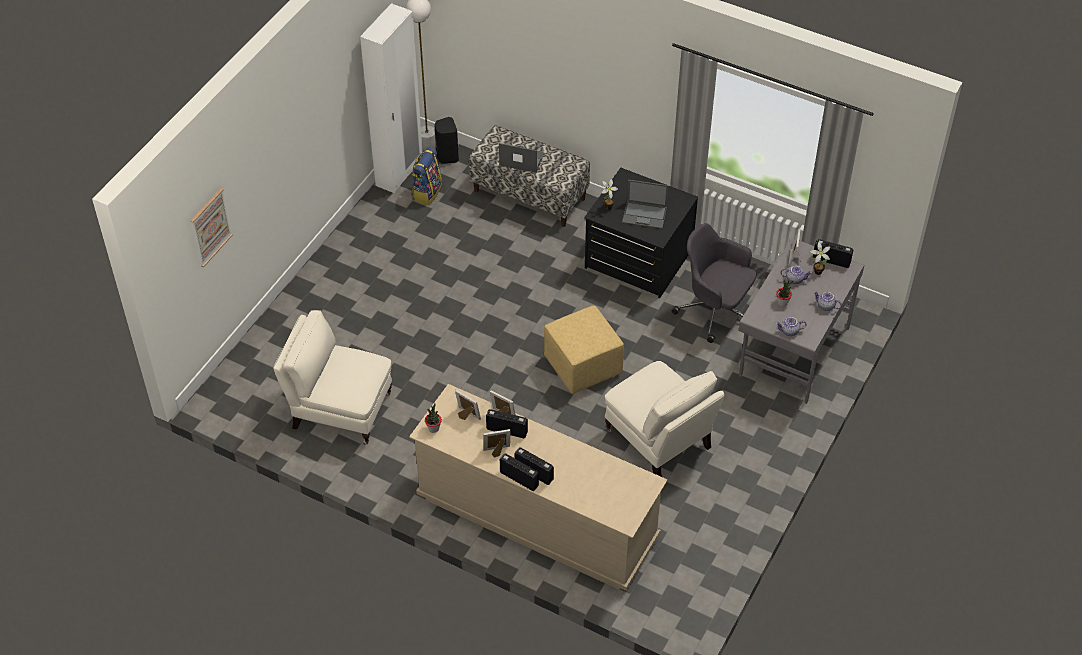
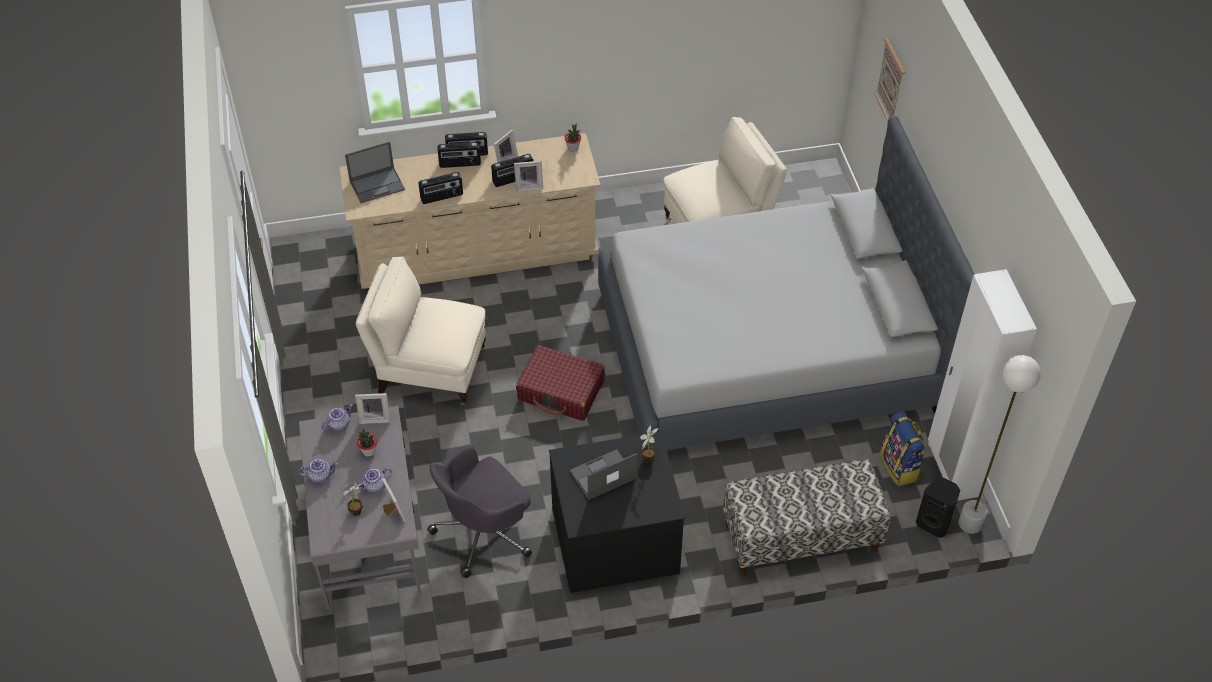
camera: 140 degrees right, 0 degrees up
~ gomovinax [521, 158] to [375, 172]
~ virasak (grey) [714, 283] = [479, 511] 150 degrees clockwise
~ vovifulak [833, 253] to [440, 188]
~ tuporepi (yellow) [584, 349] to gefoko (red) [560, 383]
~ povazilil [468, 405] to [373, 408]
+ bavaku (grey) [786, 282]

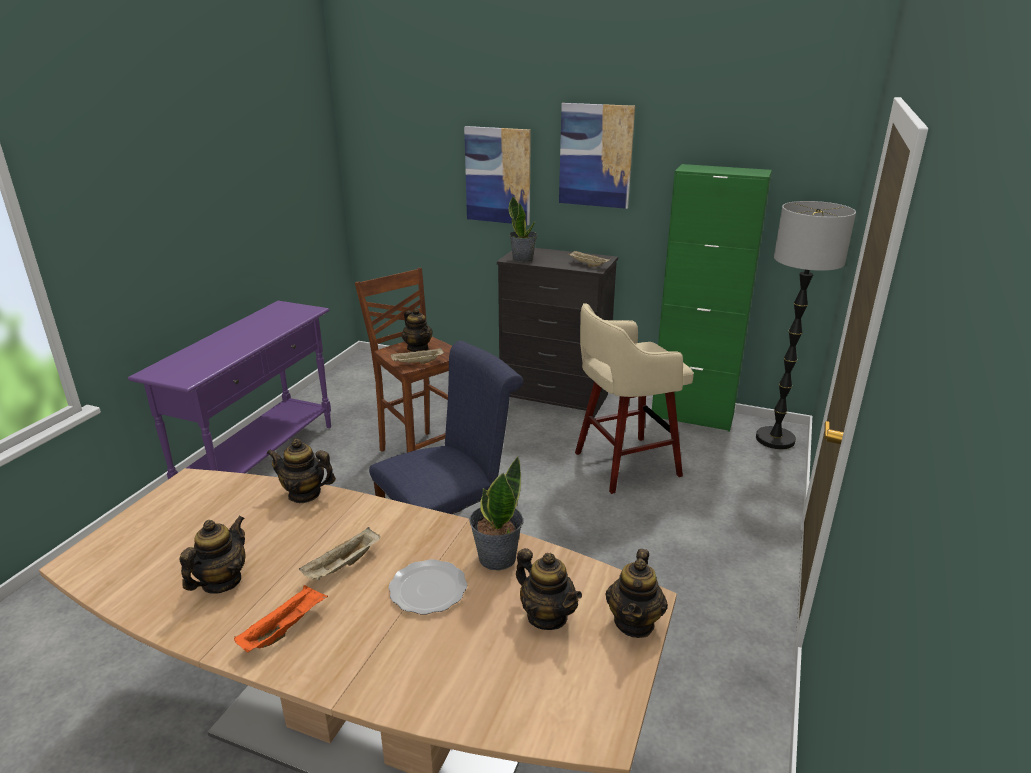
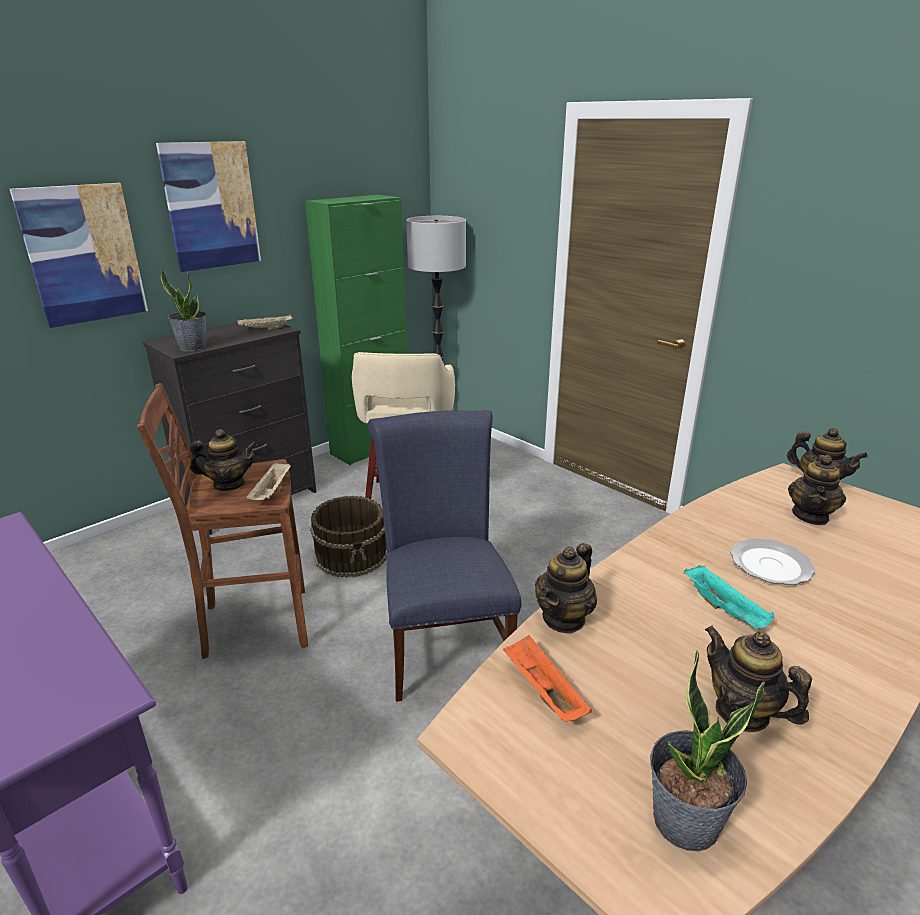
camera: 65 degrees left, 0 degrees up
~ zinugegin [496, 513] to [707, 750]
~ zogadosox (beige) [339, 553] to zogadosox (turquoise) [729, 597]
~ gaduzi [549, 589] = [817, 490] 135 degrees clockwise
~ zogadosox (orange) [281, 618] to [547, 678]
+ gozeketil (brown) [348, 537]

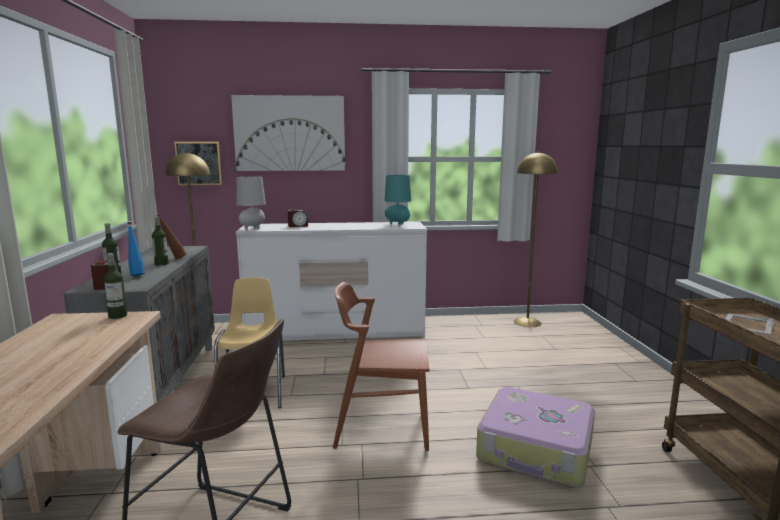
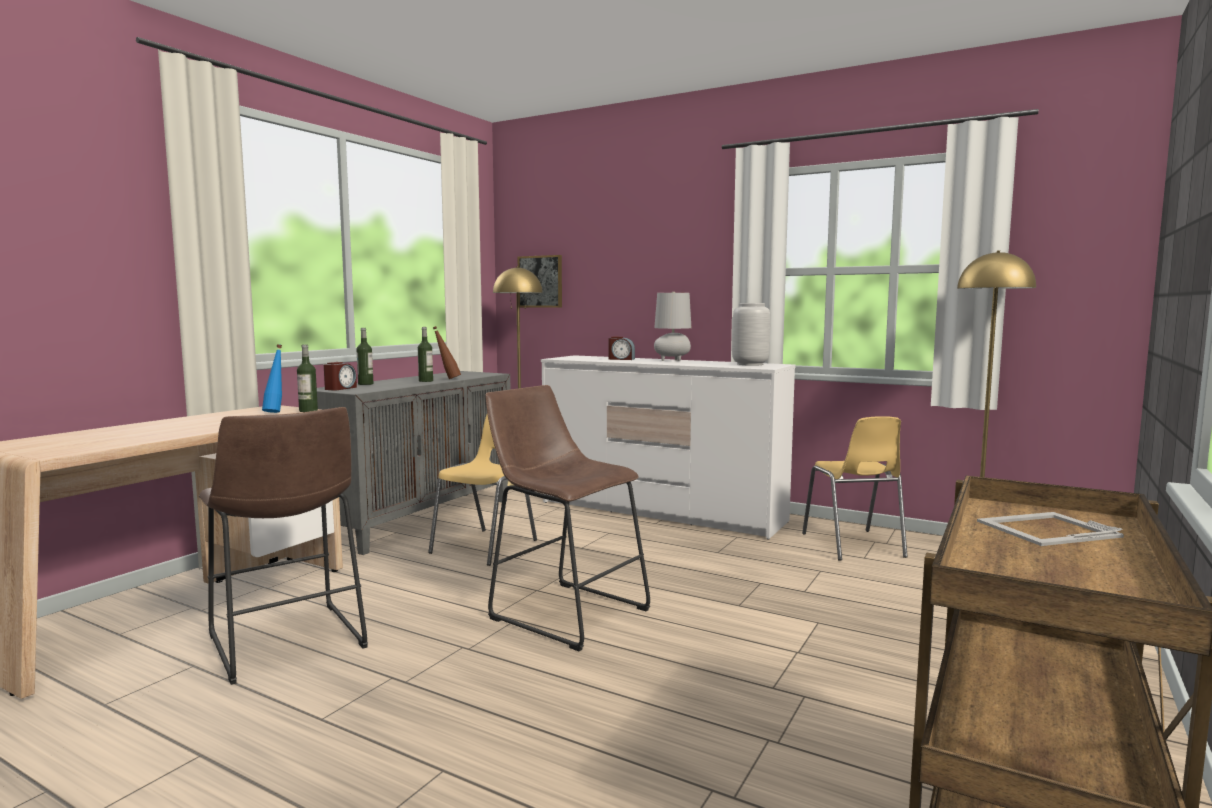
camera: 35 degrees right, 5 degrees down
- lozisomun [288, 133]
~ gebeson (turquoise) [397, 200] to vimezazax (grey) [751, 334]
~ gebeson (grey) [251, 203] to [672, 326]
~ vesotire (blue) [136, 249] to [272, 378]
~ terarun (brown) [381, 366] to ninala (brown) [567, 518]
- gefoko [535, 437]
+ terarun (yellow) [855, 488]

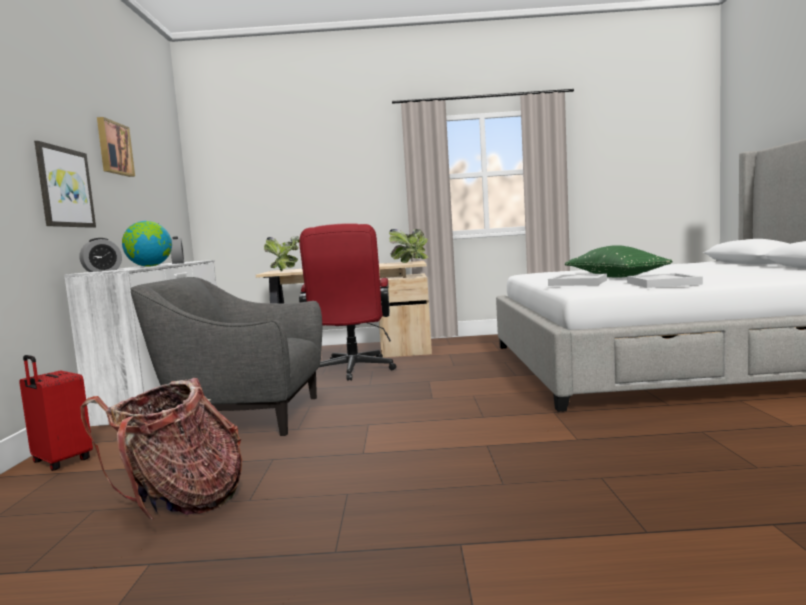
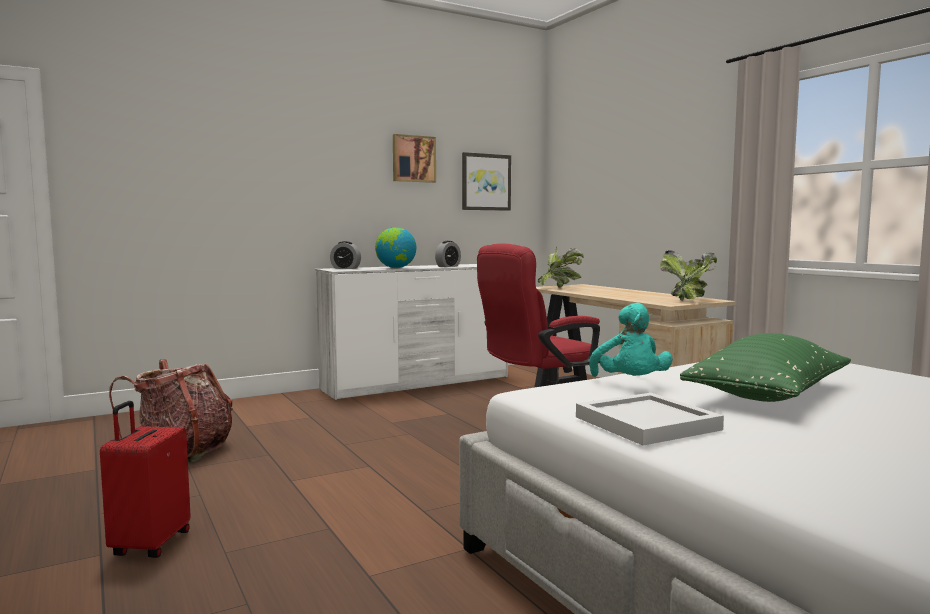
camera: 60 degrees right, 0 degrees up
~ lozisomun [65, 184] to [486, 181]
~ zogadosox (white) [577, 280] to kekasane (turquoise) [631, 340]
- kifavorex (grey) [226, 356]
~ gefoko (red) [56, 413] to [145, 479]

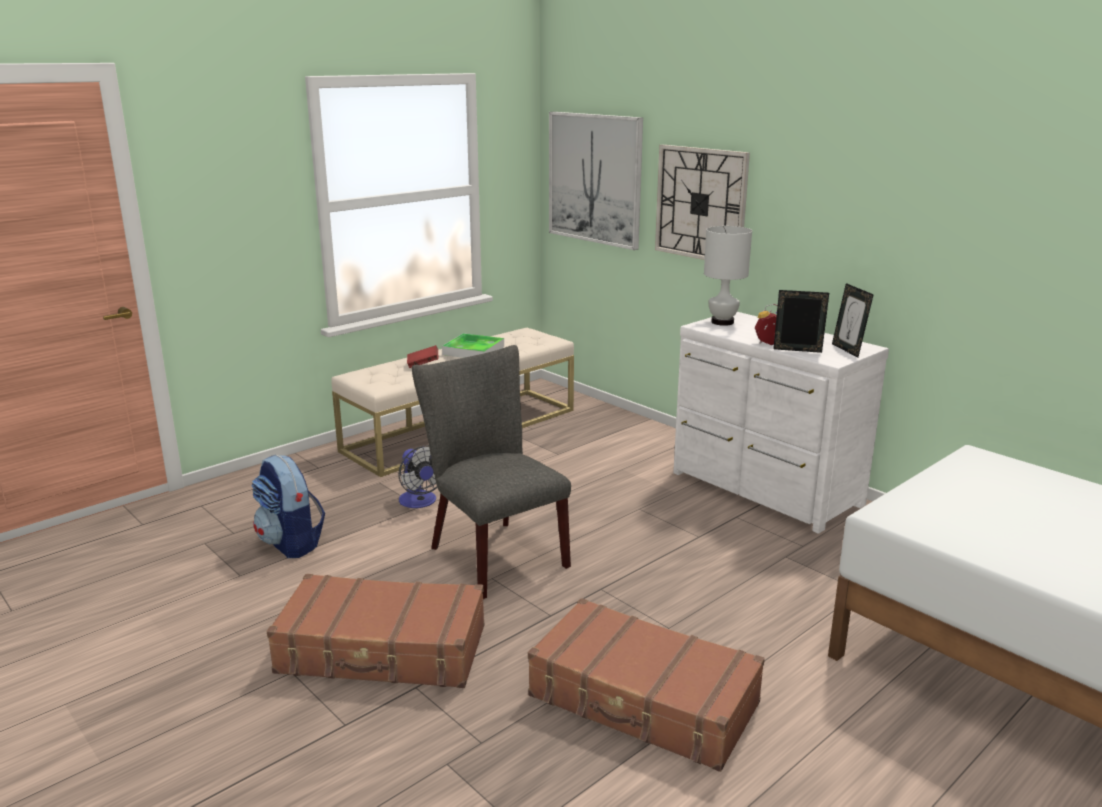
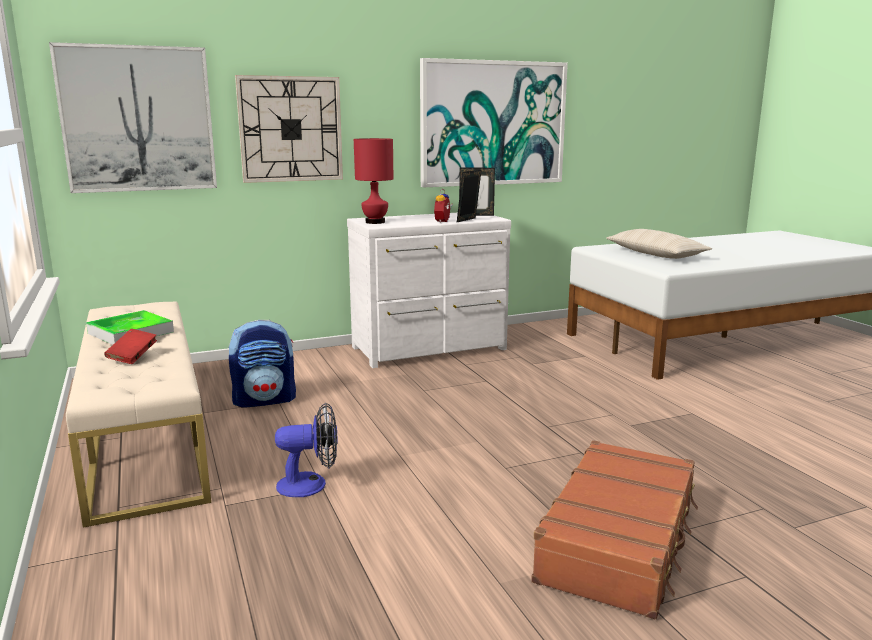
camera: 70 degrees left, 5 degrees down
~ gebeson (white) [728, 276] to gebeson (red) [373, 181]
- terarun (grey) [491, 472]
~ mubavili [288, 506] to [262, 364]
- gefoko (brown) [646, 685]
+ lozisomun [494, 122]
+ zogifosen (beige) [659, 244]

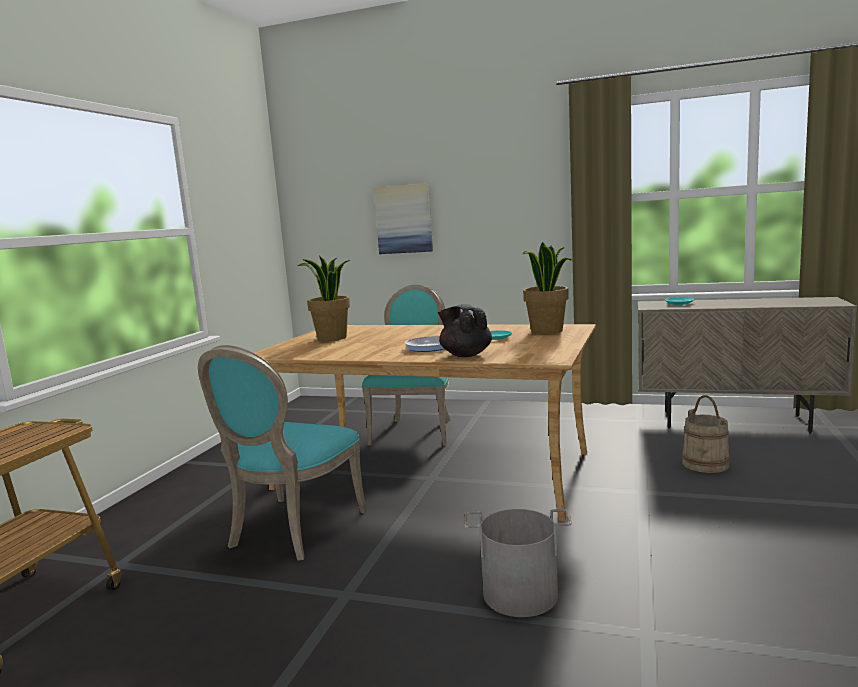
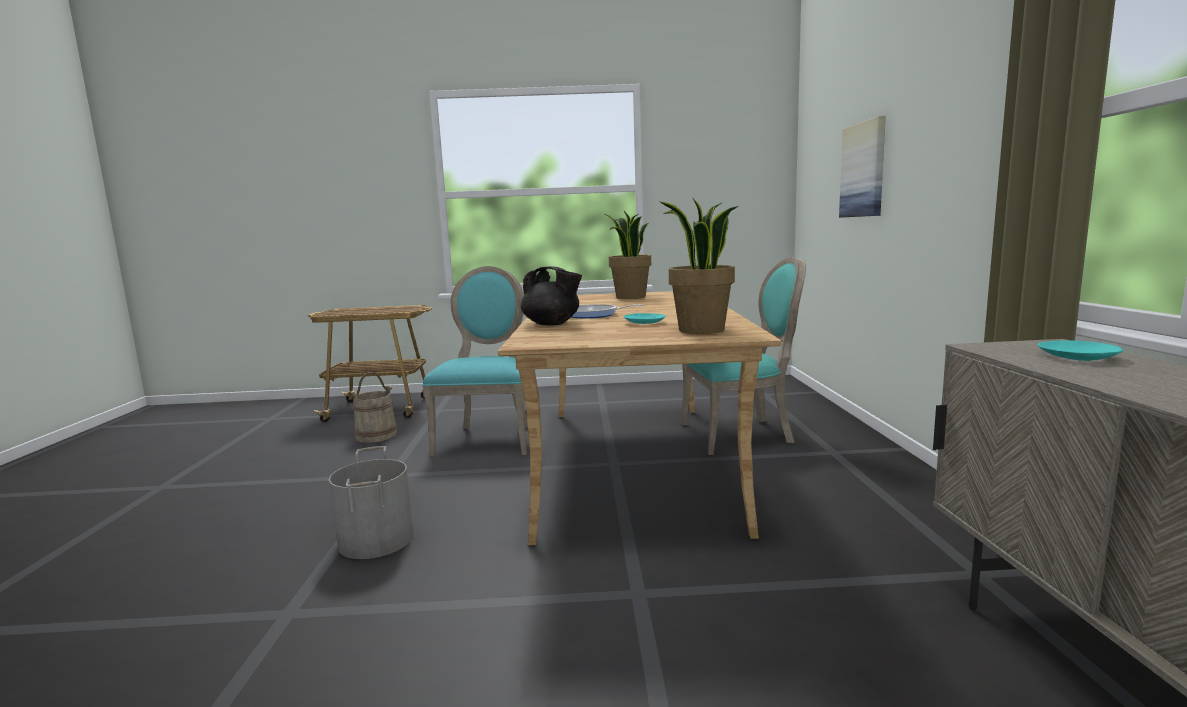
camera: 70 degrees right, 0 degrees up
~ gaduzi (black) [465, 330] = [551, 296] 90 degrees clockwise
~ terarun (turquoise) [282, 453] = [475, 361] 90 degrees clockwise
~ gozeketil (beige) [706, 434] to [373, 407]

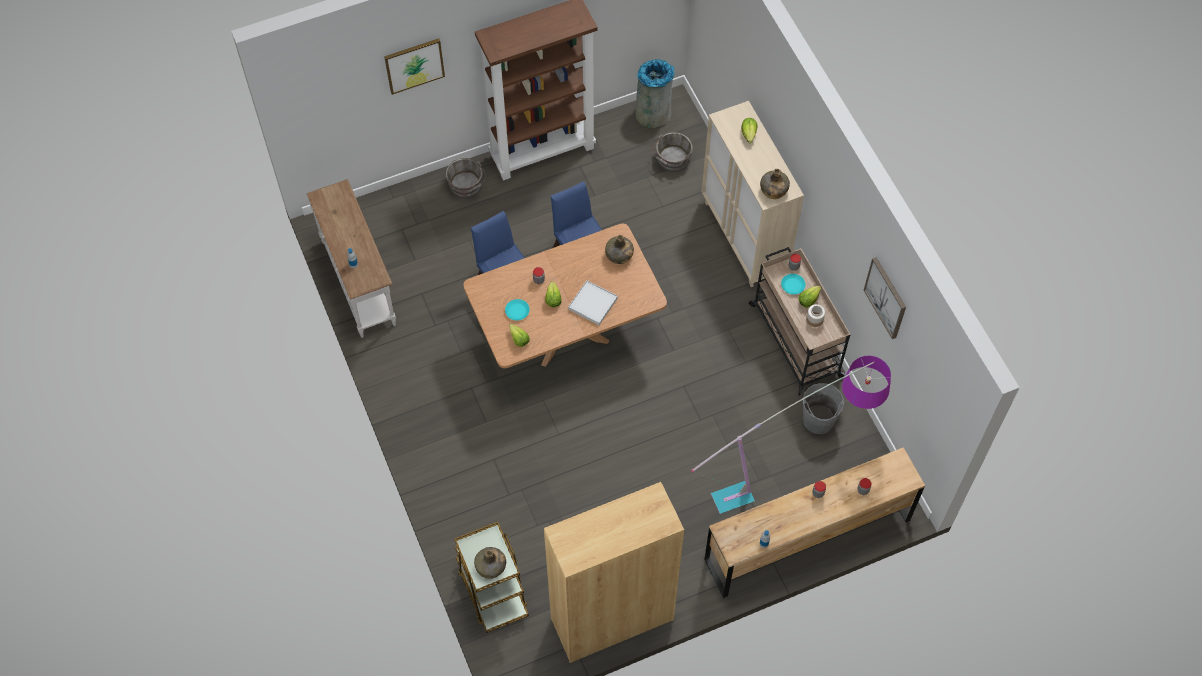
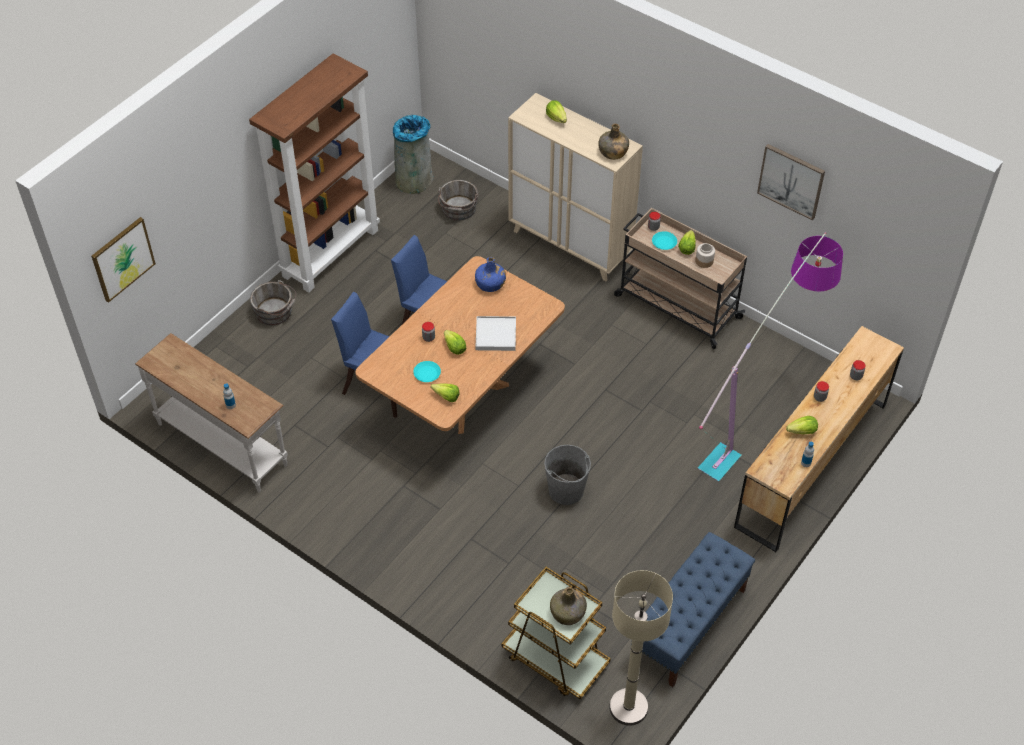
camera: 30 degrees left, 10 degrees down
~ lozisomun [414, 66] to [123, 260]
~ vesotire (green) [619, 249] to vesotire (blue) [490, 274]
~ gozeketil (grey) [823, 408] to [567, 475]
~ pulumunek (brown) [614, 572] to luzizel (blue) [693, 609]
+ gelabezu [802, 425]
+ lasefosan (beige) [641, 648]

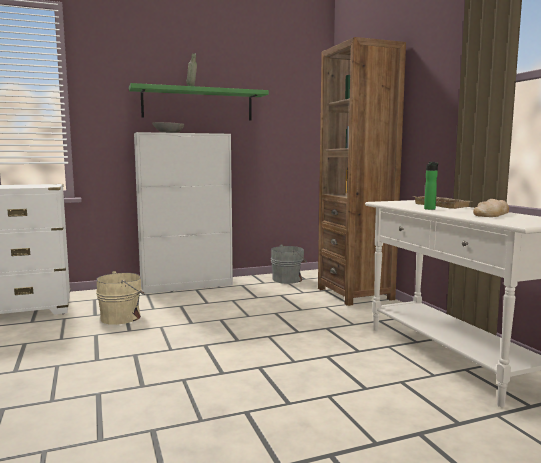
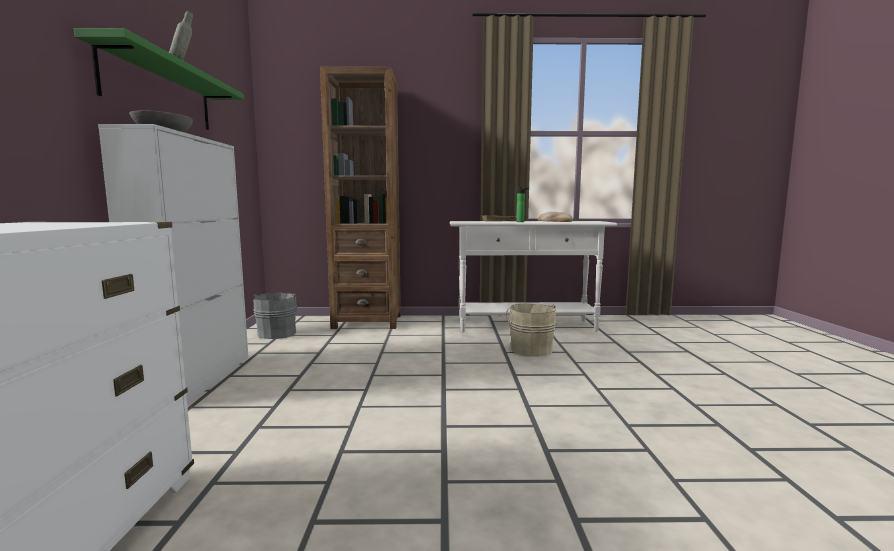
camera: 70 degrees left, 0 degrees up
~ gozeketil (beige) [120, 298] to [531, 330]

